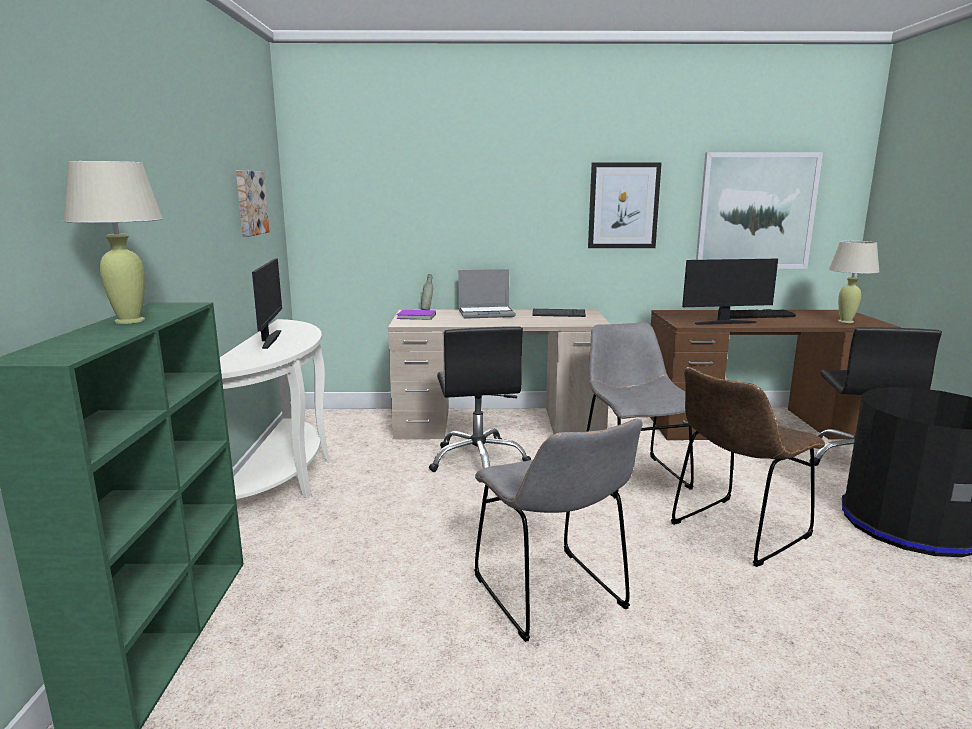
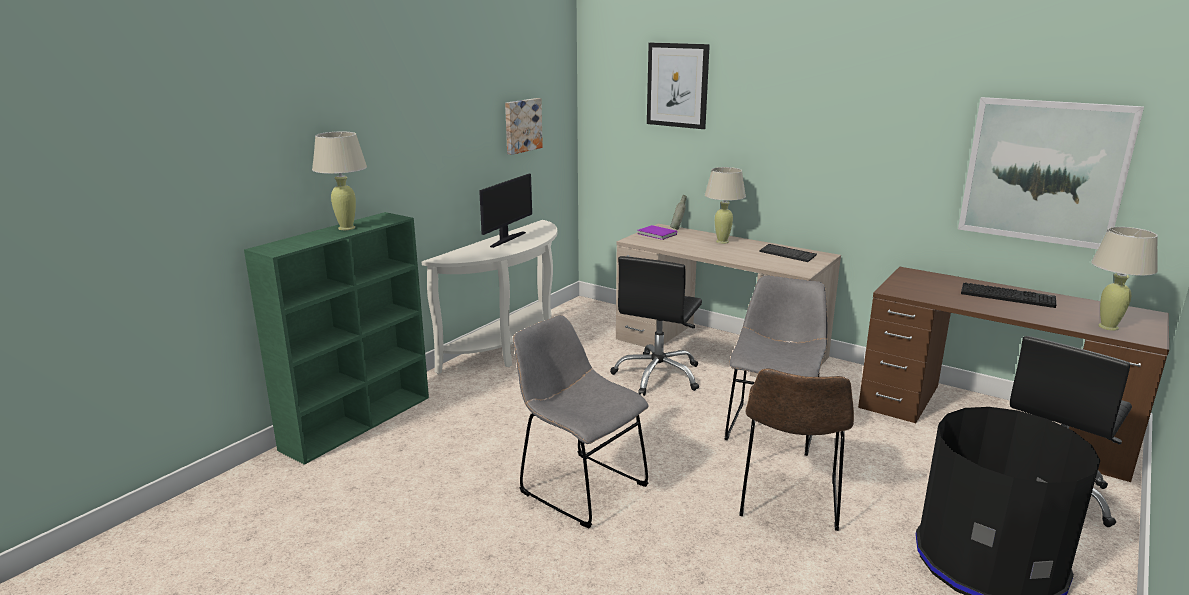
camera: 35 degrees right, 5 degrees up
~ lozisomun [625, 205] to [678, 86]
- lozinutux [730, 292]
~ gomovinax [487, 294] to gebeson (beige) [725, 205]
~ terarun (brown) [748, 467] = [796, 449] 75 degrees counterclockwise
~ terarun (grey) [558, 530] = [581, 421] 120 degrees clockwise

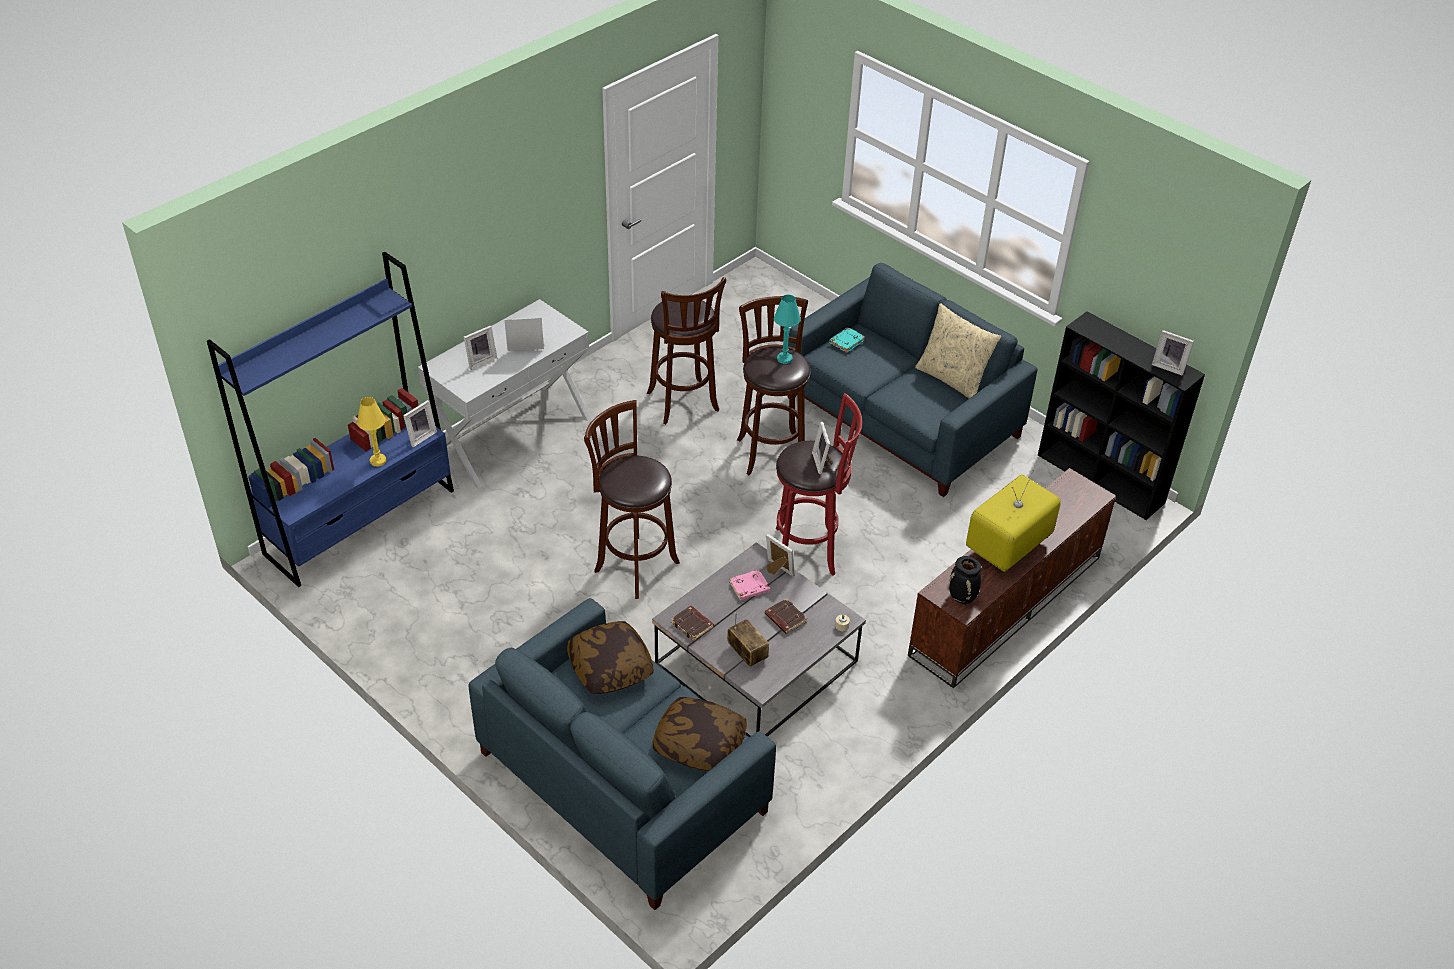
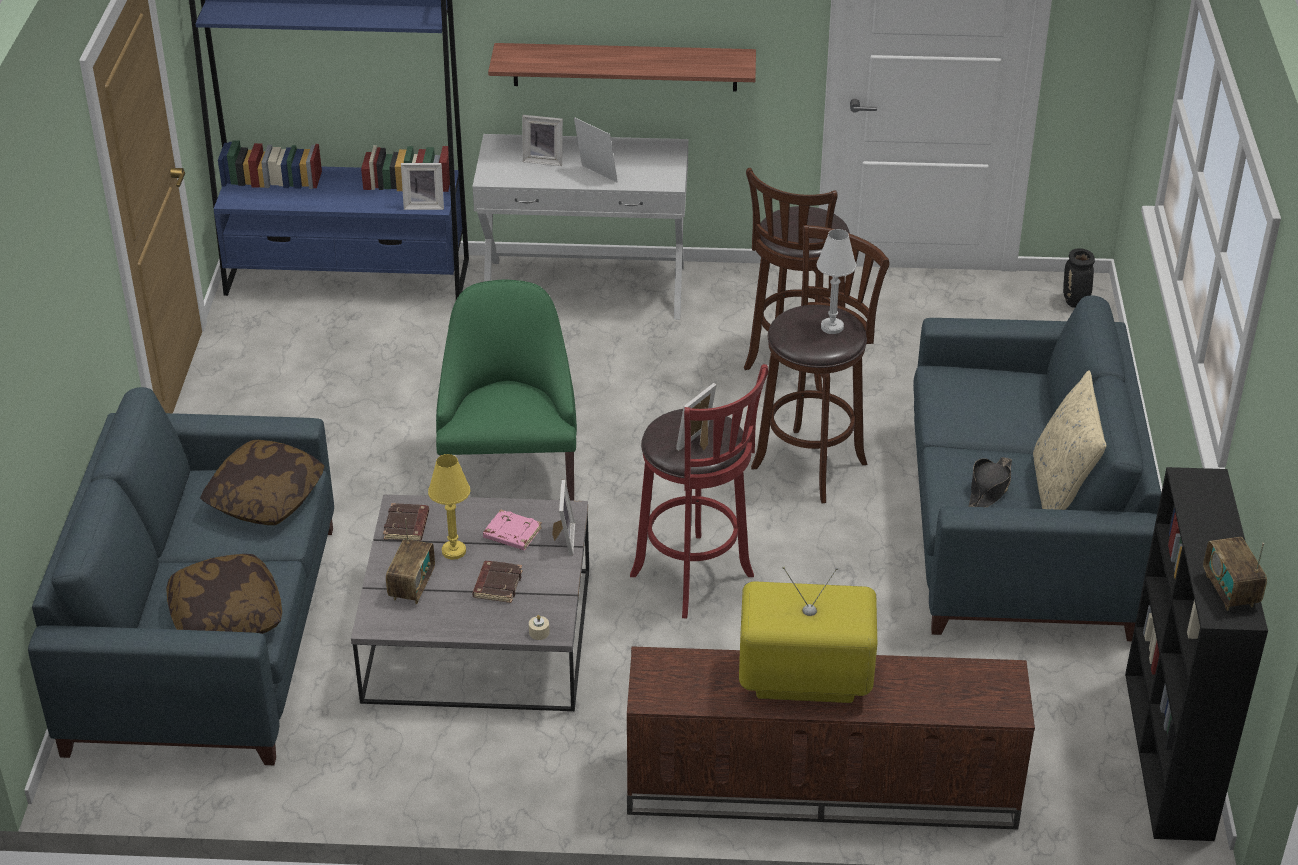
camera: 50 degrees right, 5 degrees down
~ gebeson (turquoise) [787, 329] to gebeson (white) [836, 281]
- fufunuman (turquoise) [847, 340]
~ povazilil [1173, 353] to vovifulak [1235, 574]
~ gebeson (yellow) [371, 431] to [449, 507]
~ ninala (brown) [632, 499] to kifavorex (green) [506, 390]
~ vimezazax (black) [965, 580] to [1079, 278]
+ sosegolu [622, 67]
+ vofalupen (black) [990, 482]

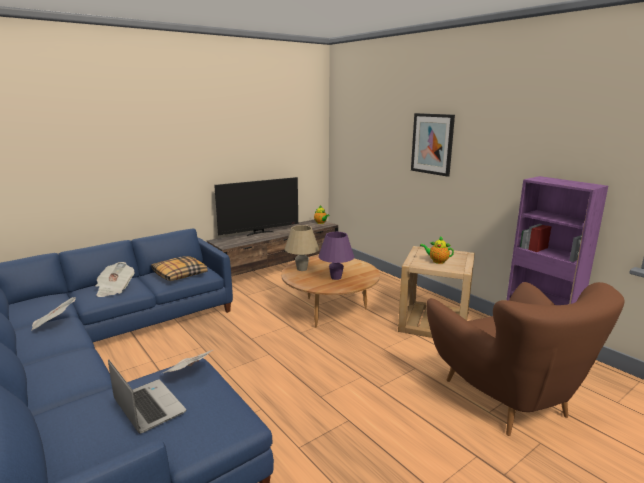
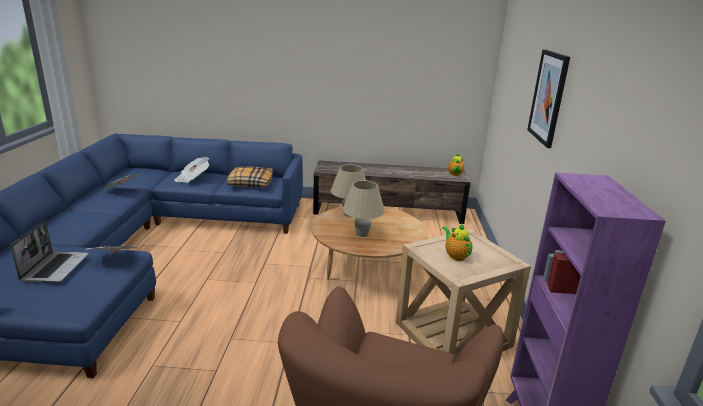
camera: 40 degrees right, 5 degrees up
- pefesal [256, 206]
~ gebeson (purple) [336, 256] to gebeson (beige) [363, 208]

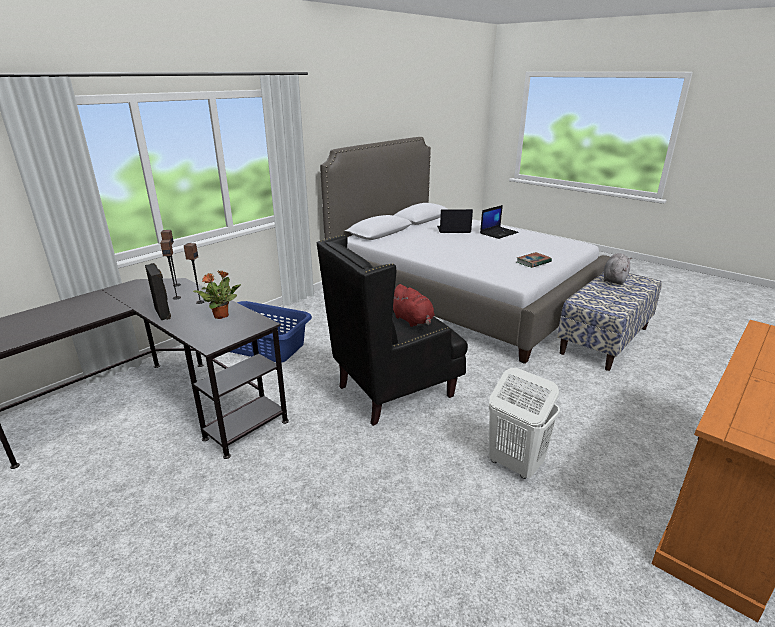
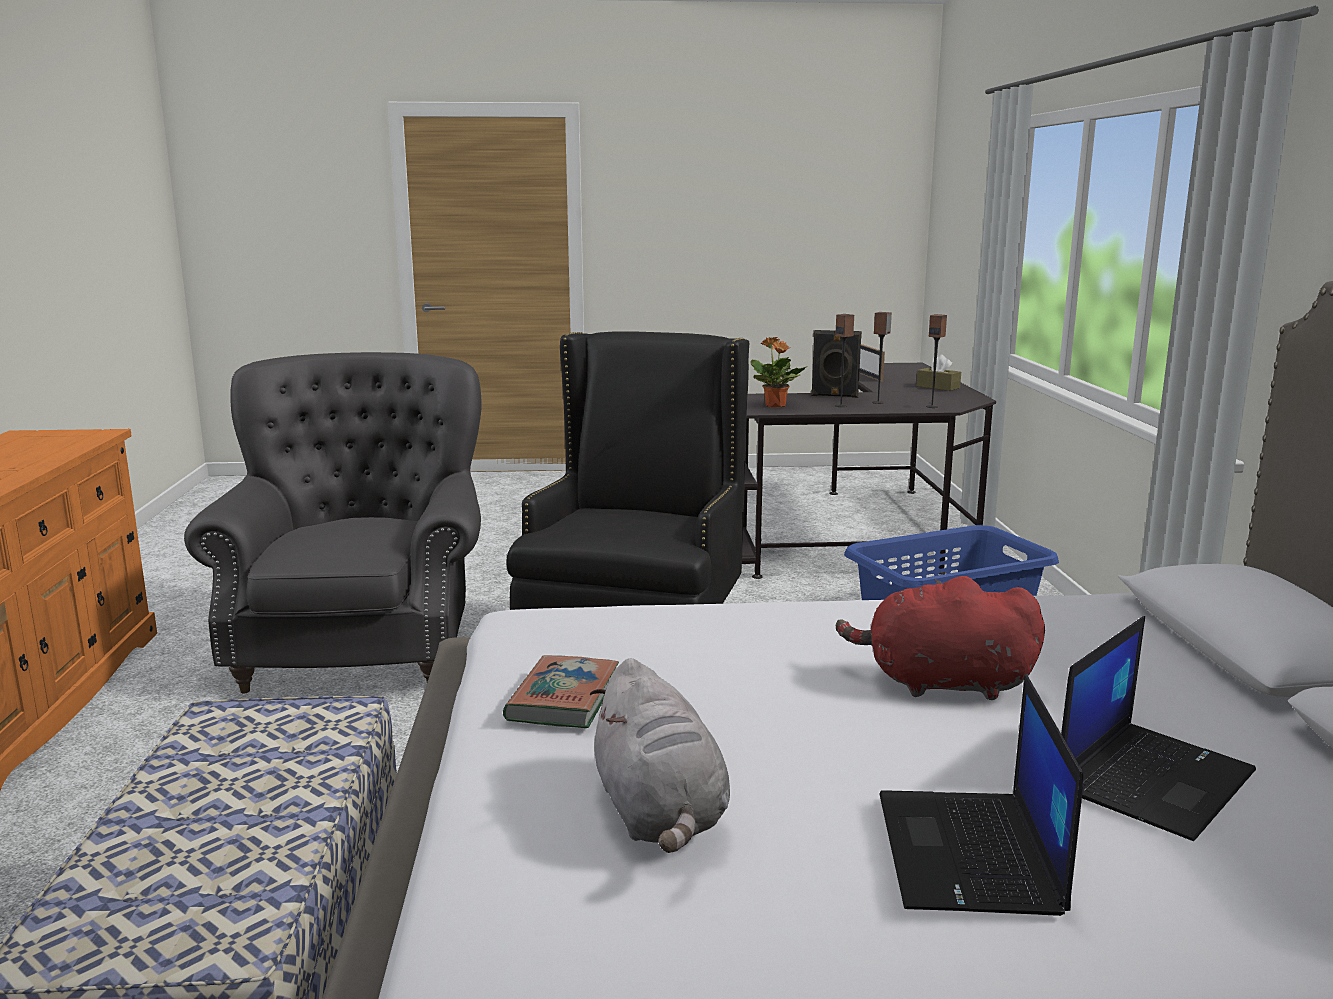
camera: 135 degrees right, 10 degrees down
~ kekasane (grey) [618, 269] to [660, 755]
~ kekasane (red) [413, 305] to [940, 638]
~ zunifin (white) [524, 423] to kifavorex (grey) [333, 522]
+ povazilil [872, 363]
+ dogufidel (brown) [939, 373]

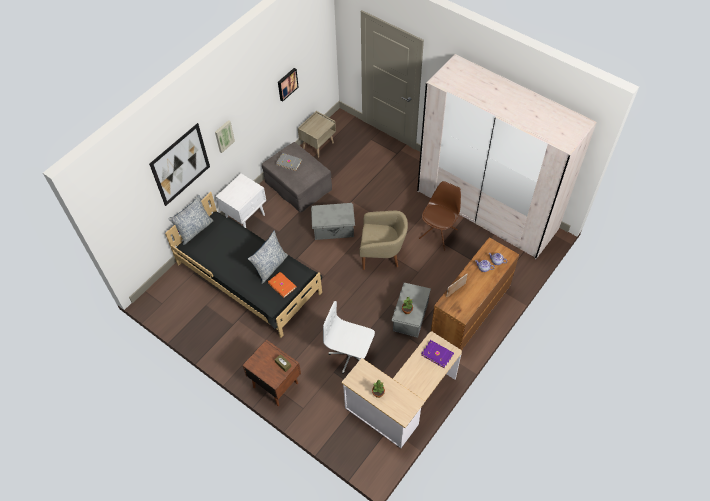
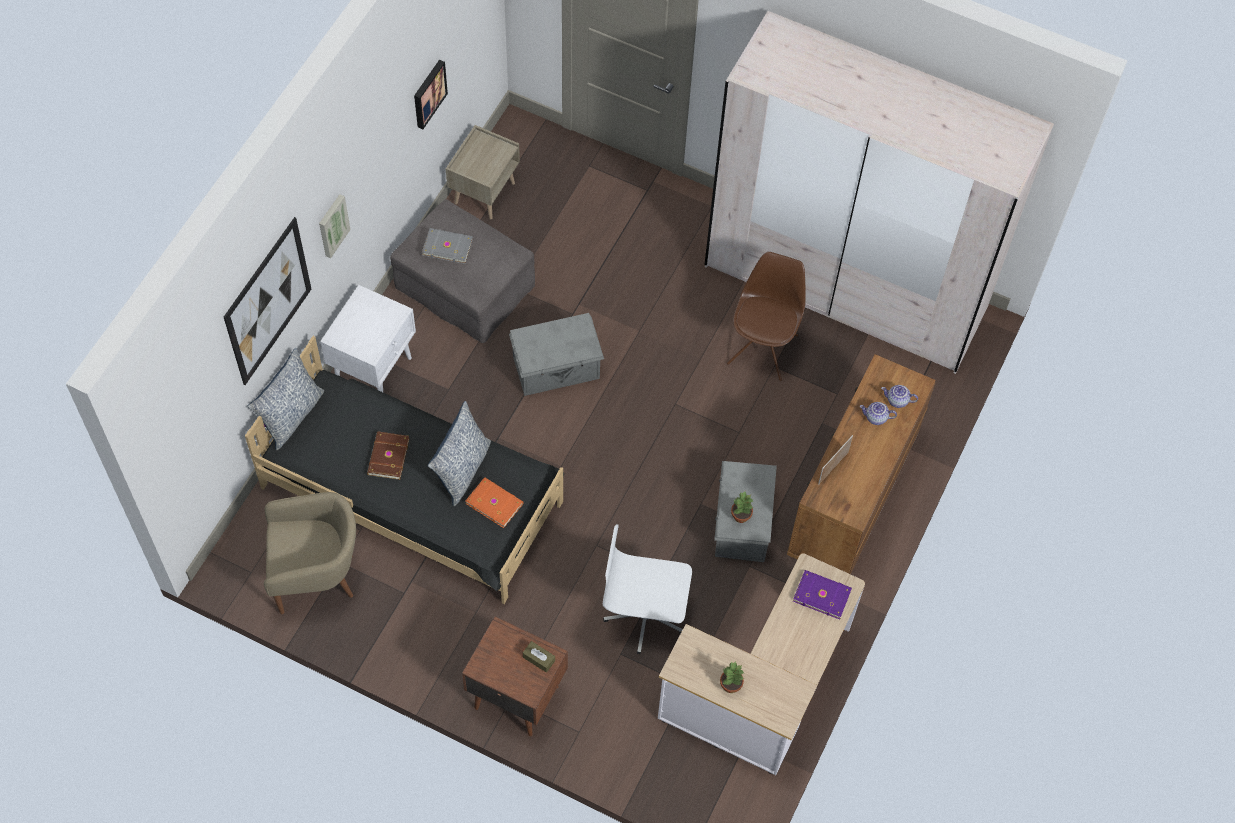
camera: 15 degrees left, 5 degrees up
~ kifavorex (beige) [383, 240] to [310, 553]
+ fufunuman (brown) [388, 455]

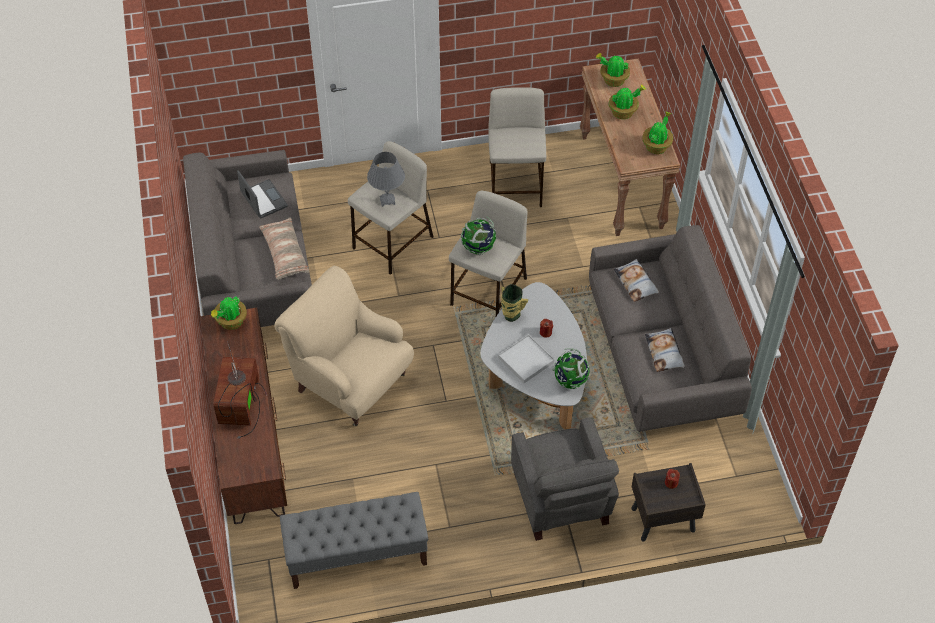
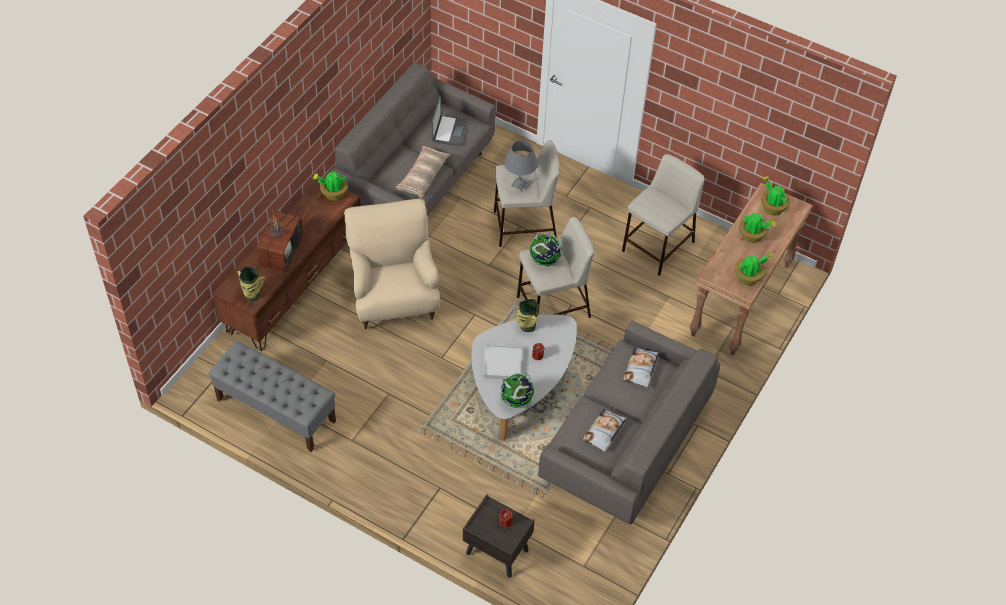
camera: 40 degrees right, 0 degrees up
~ pefesal [240, 390] = [280, 237] 150 degrees clockwise
- kifavorex (grey) [565, 479]
+ vimezazax [251, 284]

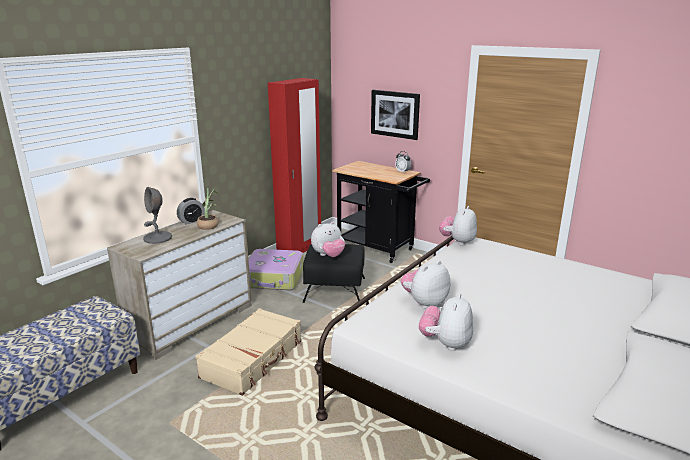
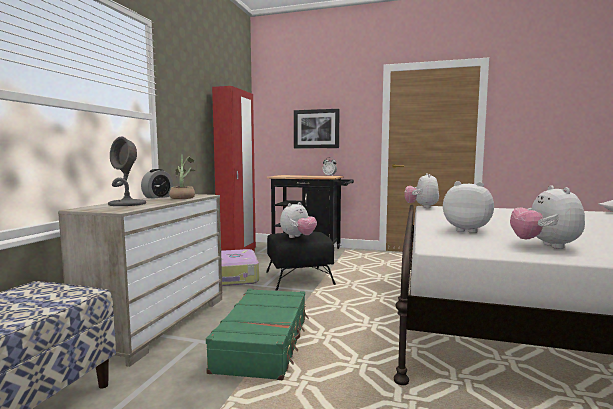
camera: 20 degrees left, 15 degrees down
~ kekasane [425, 285] = [468, 207] 90 degrees clockwise
~ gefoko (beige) [248, 352] to gefoko (green) [257, 334]

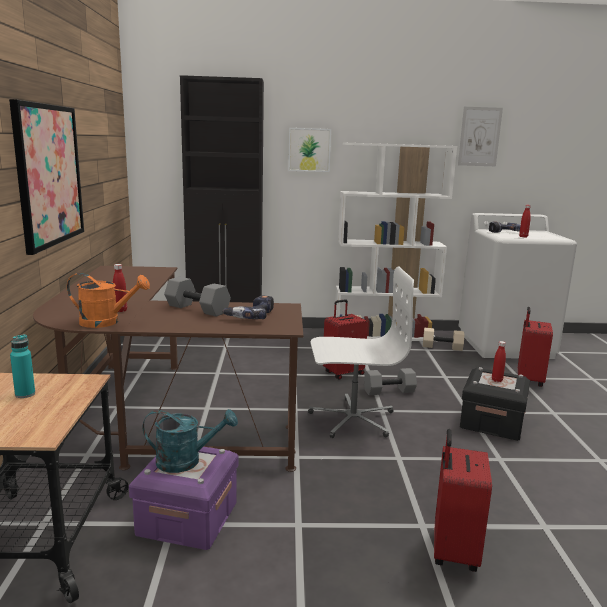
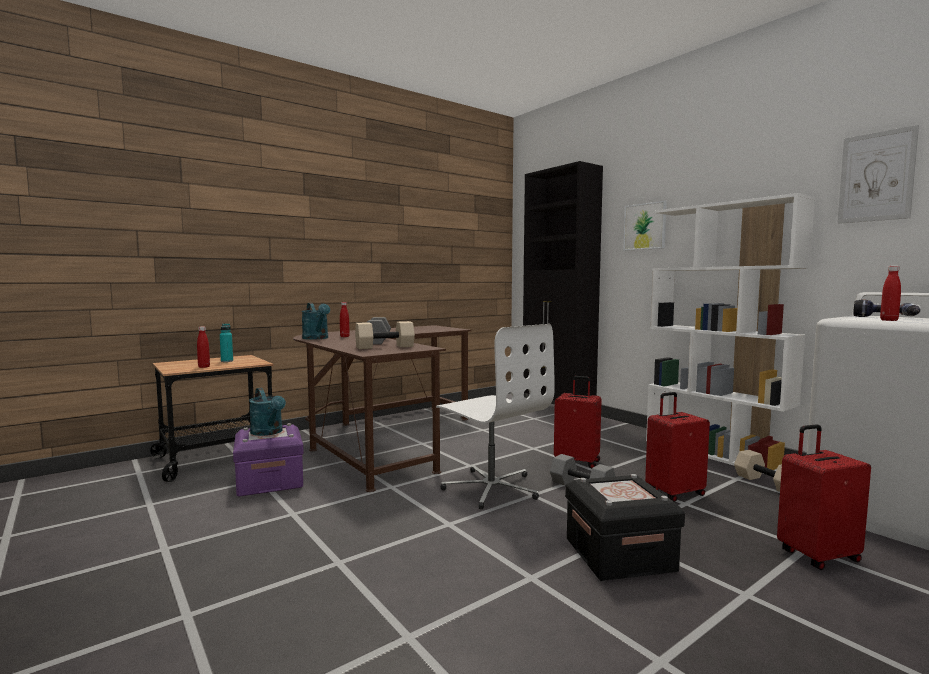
camera: 55 degrees right, 10 degrees down
- lozisomun [46, 177]
~ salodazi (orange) [108, 300] to salodazi (turquoise) [315, 321]
~ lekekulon [248, 307] to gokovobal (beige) [385, 335]
~ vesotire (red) [499, 361] to [203, 347]
~ gefoko (red) [463, 500] to [677, 447]

